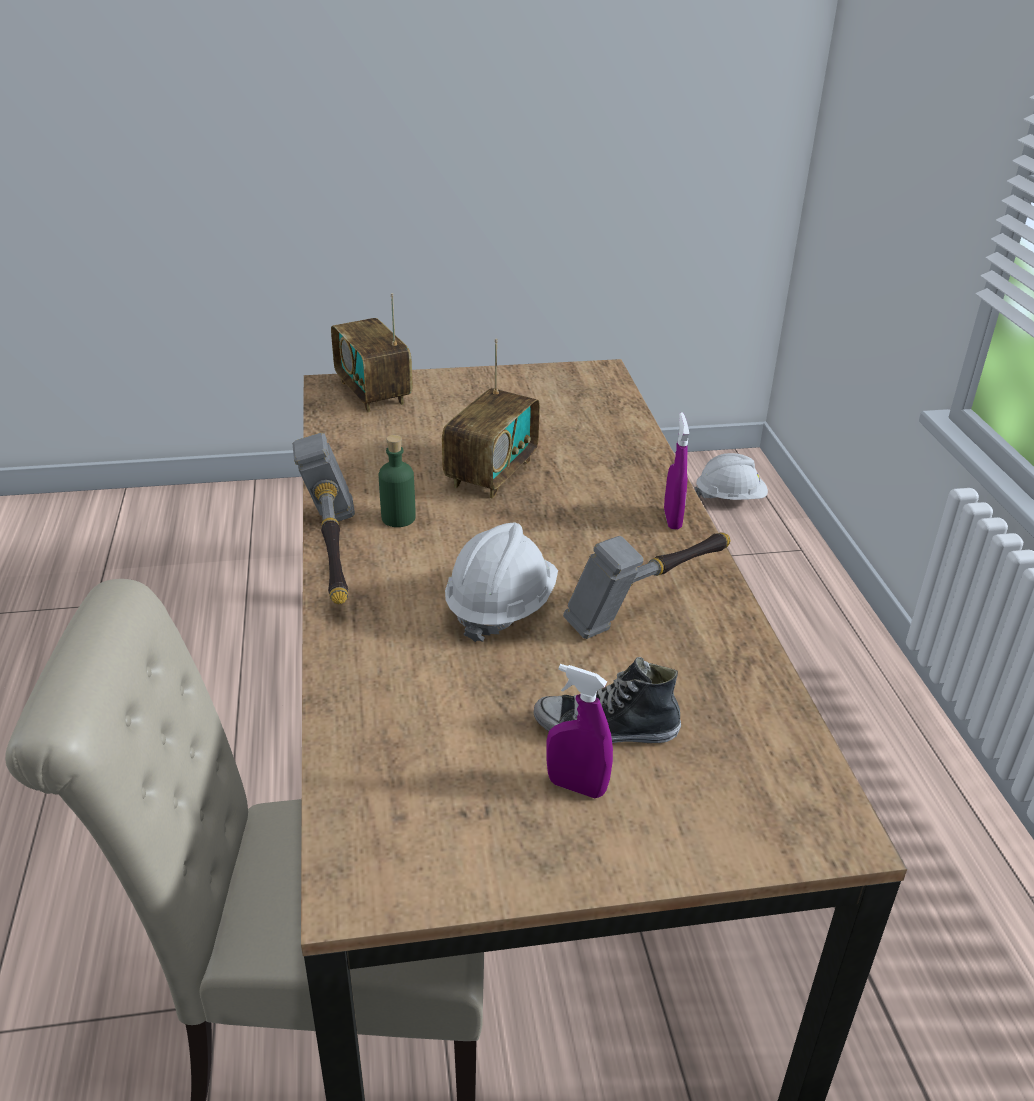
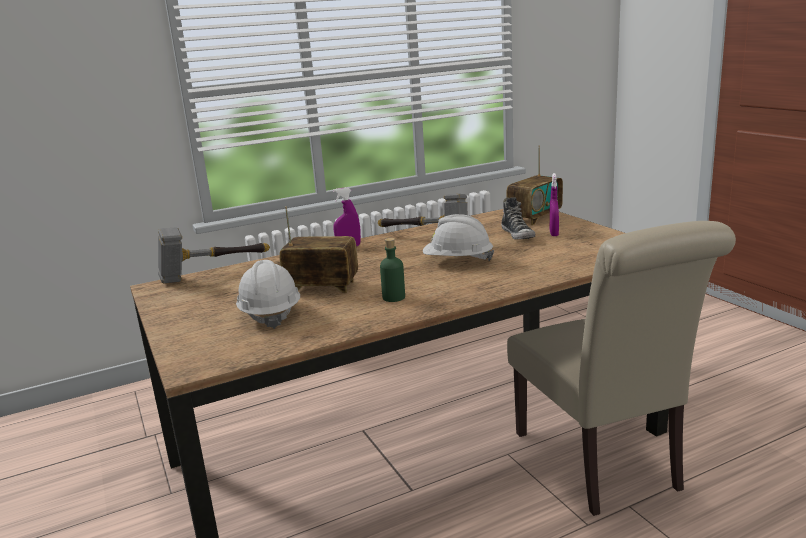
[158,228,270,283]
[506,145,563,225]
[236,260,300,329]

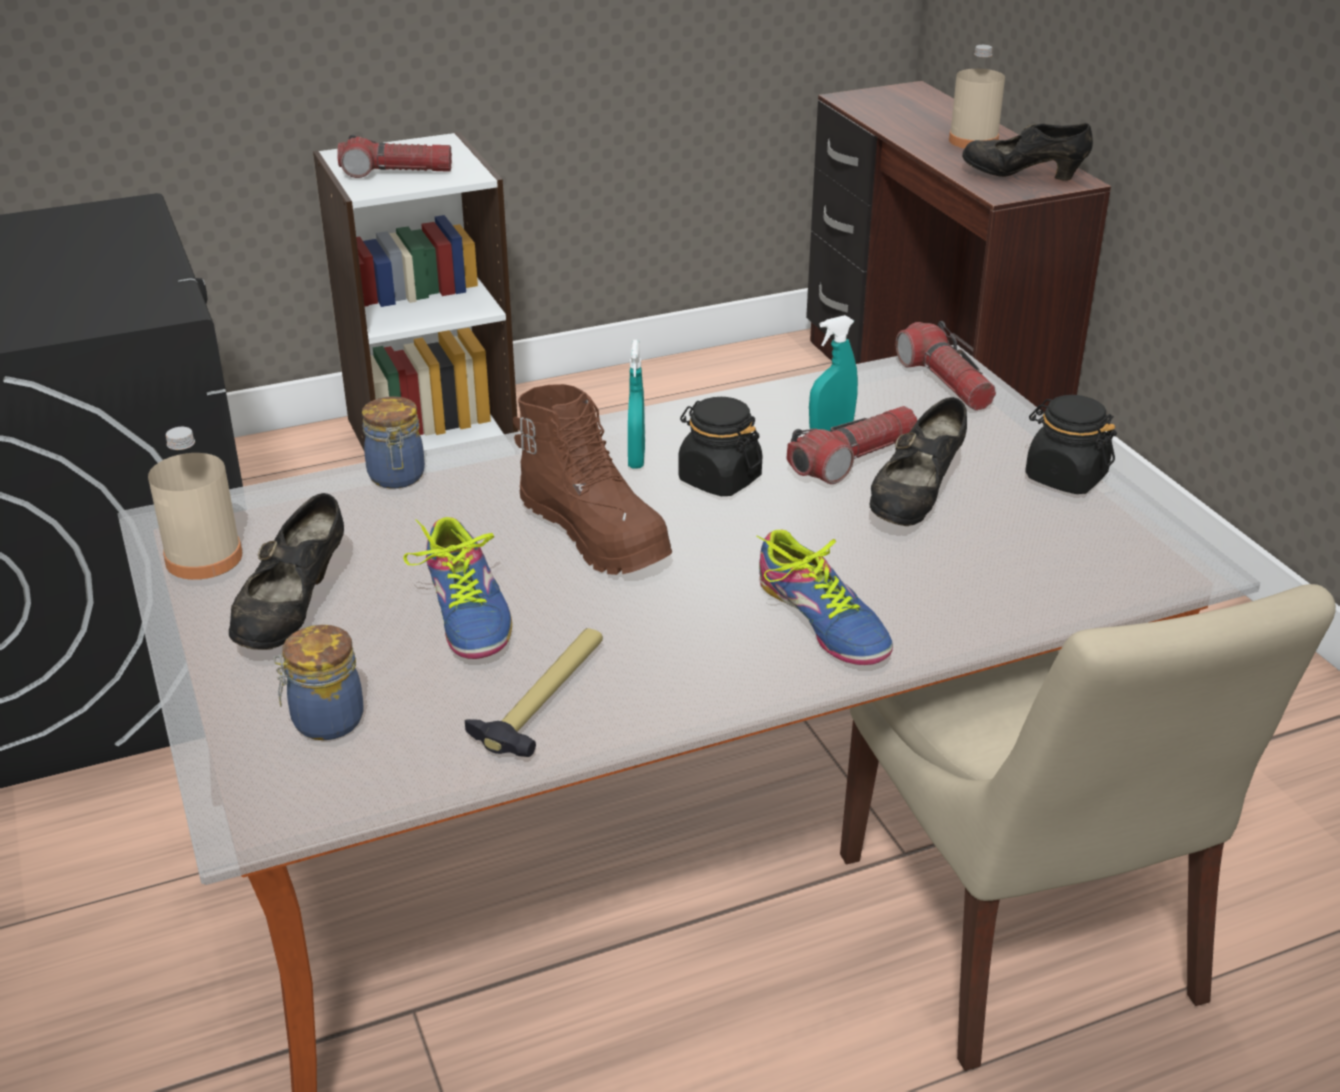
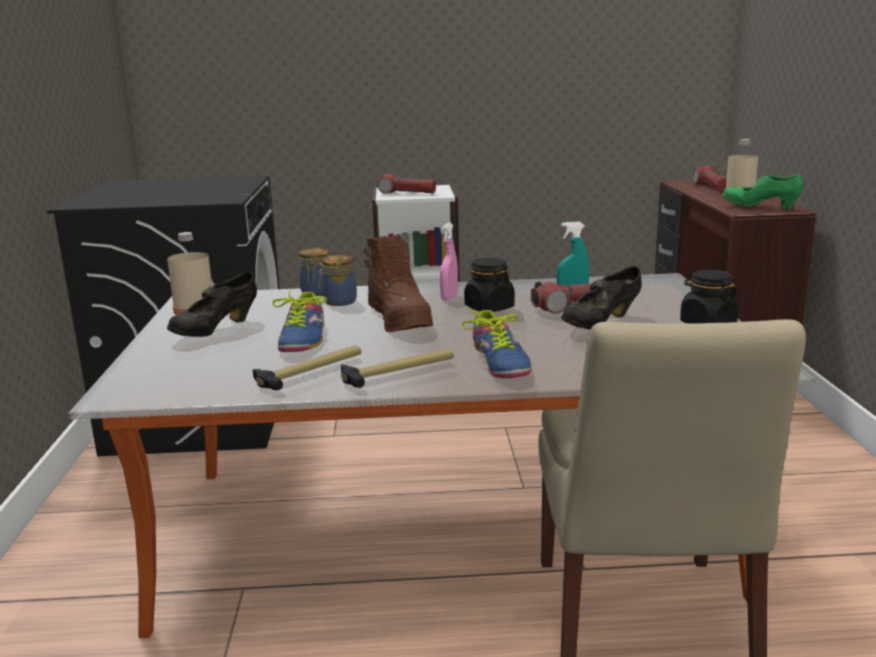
[318,255,357,306]
[440,223,458,300]
[693,166,727,191]
[722,174,803,210]
[341,349,453,388]

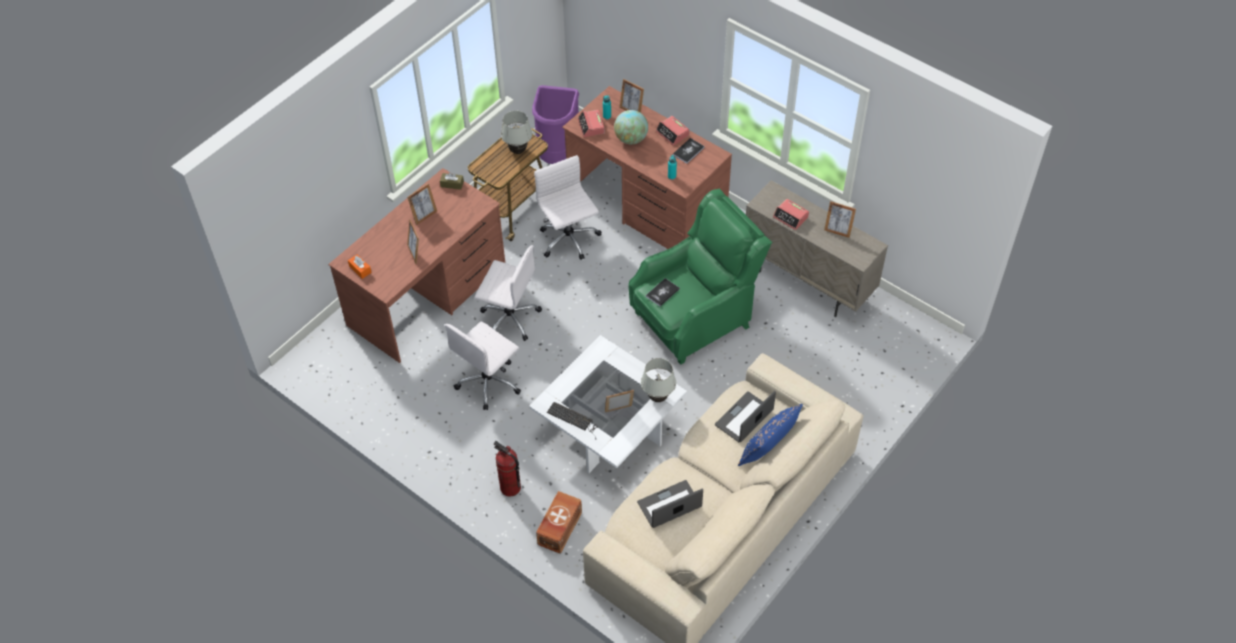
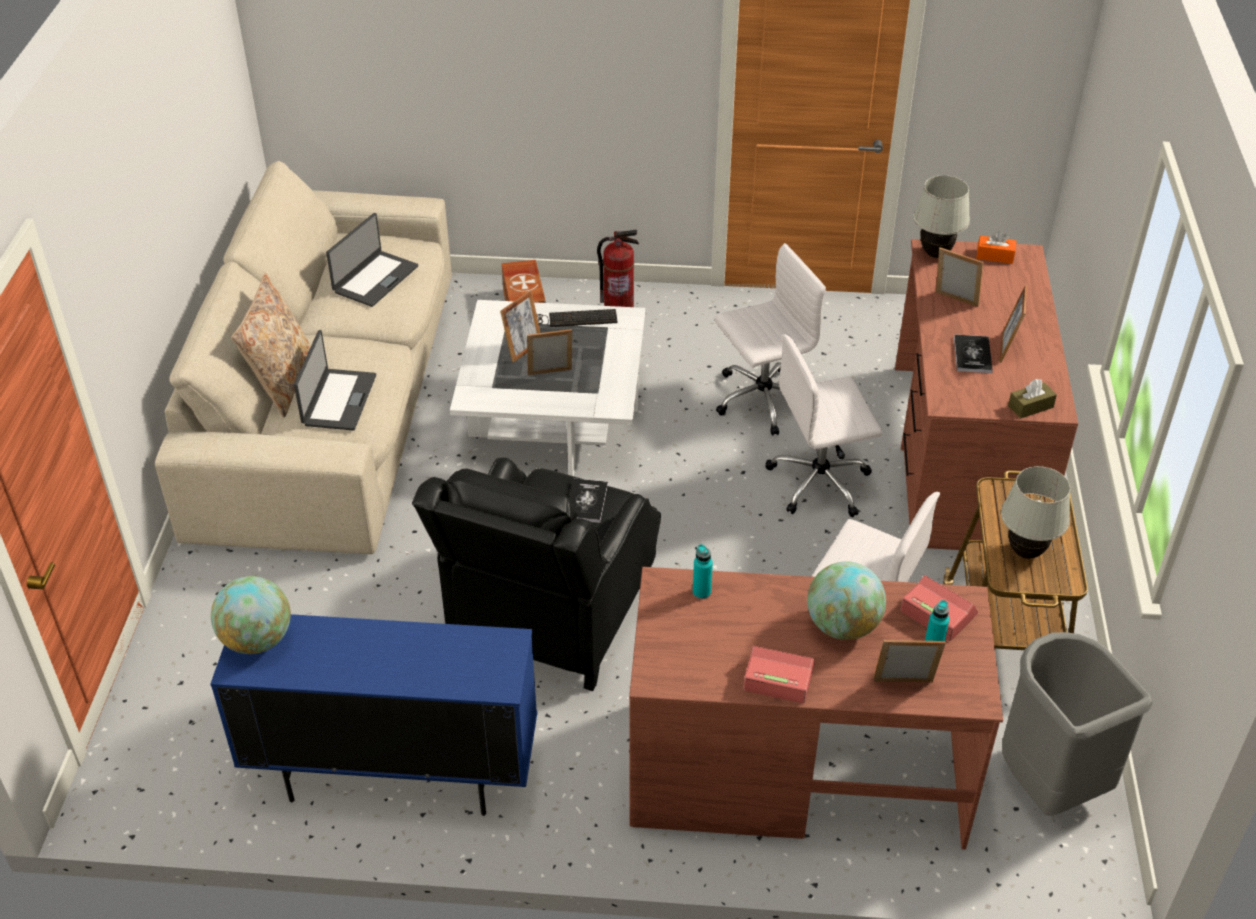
[715,243,826,436]
[1002,632,1152,816]
[412,458,661,691]
[913,175,970,258]
[954,334,993,373]
[231,273,311,417]
[211,614,537,816]
[773,199,809,230] (first image)
[527,329,572,375]
[211,576,291,654]

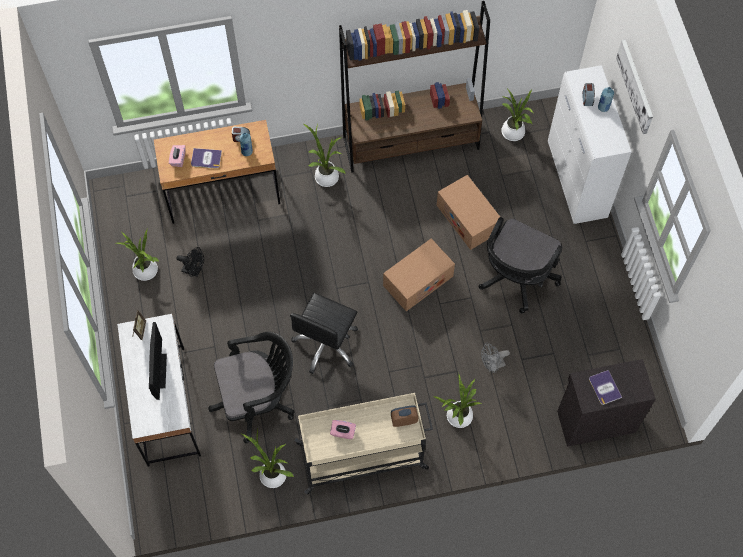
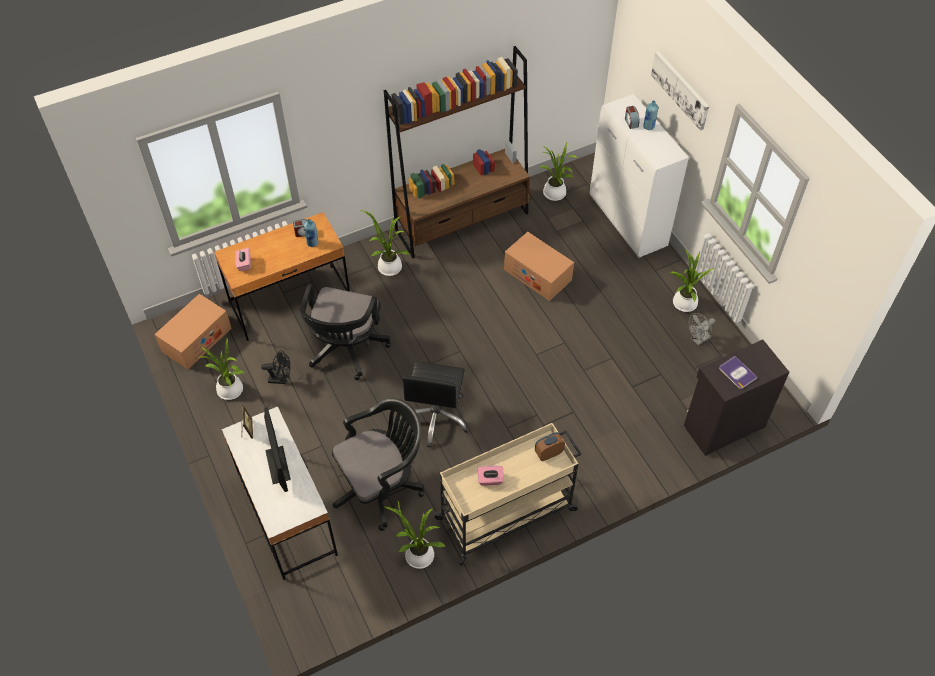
[191,148,222,169] (first image)
[154,294,232,369]
[670,249,715,312]
[299,283,391,380]
[689,313,715,345]

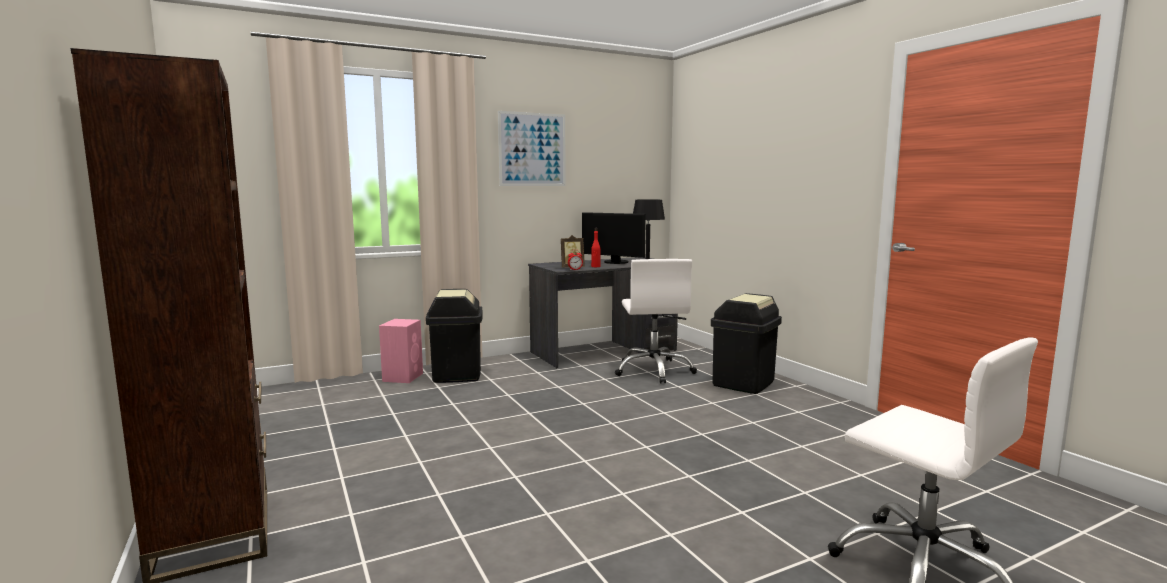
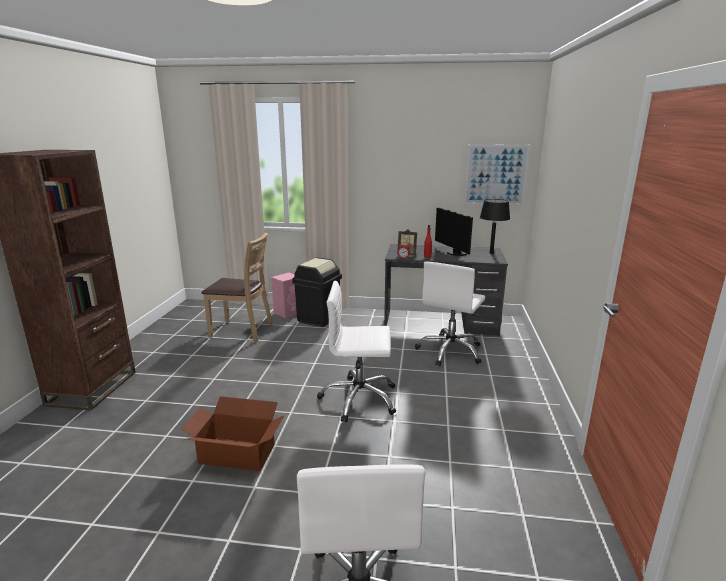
[464,144,530,205]
[711,293,782,394] (first image)
[181,396,285,471]
[202,233,273,342]
[317,281,396,422]

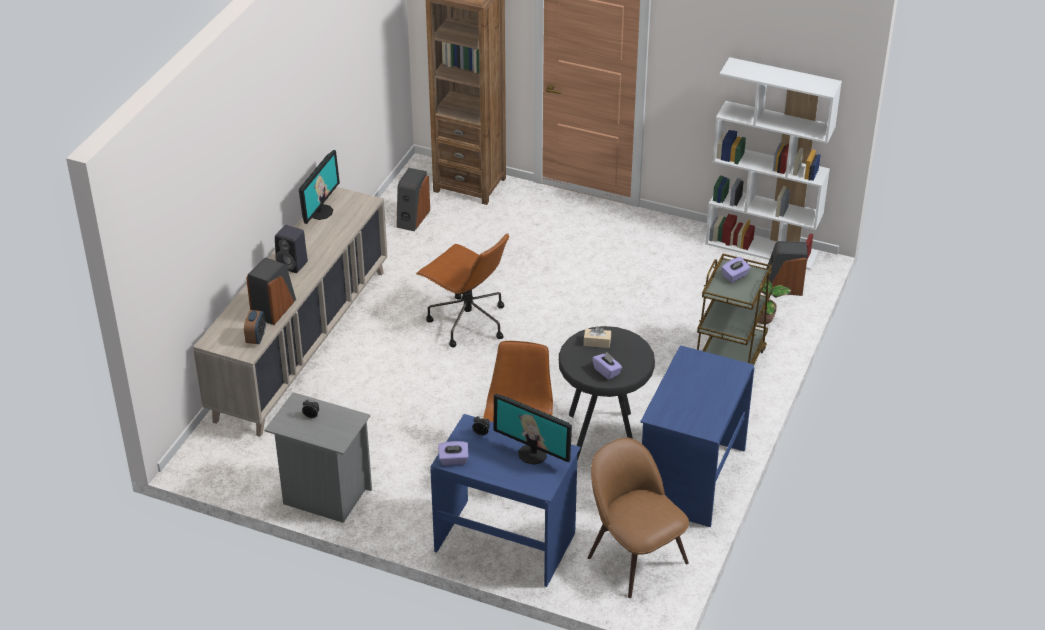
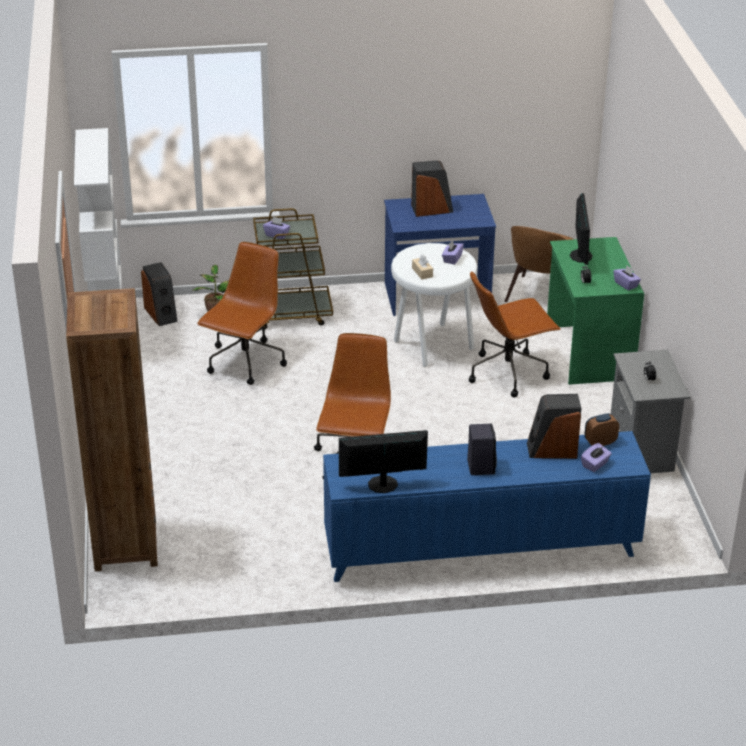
[323,431,651,582]
[411,161,453,217]
[547,237,644,385]
[391,243,478,367]
[197,242,287,385]
[581,443,612,472]

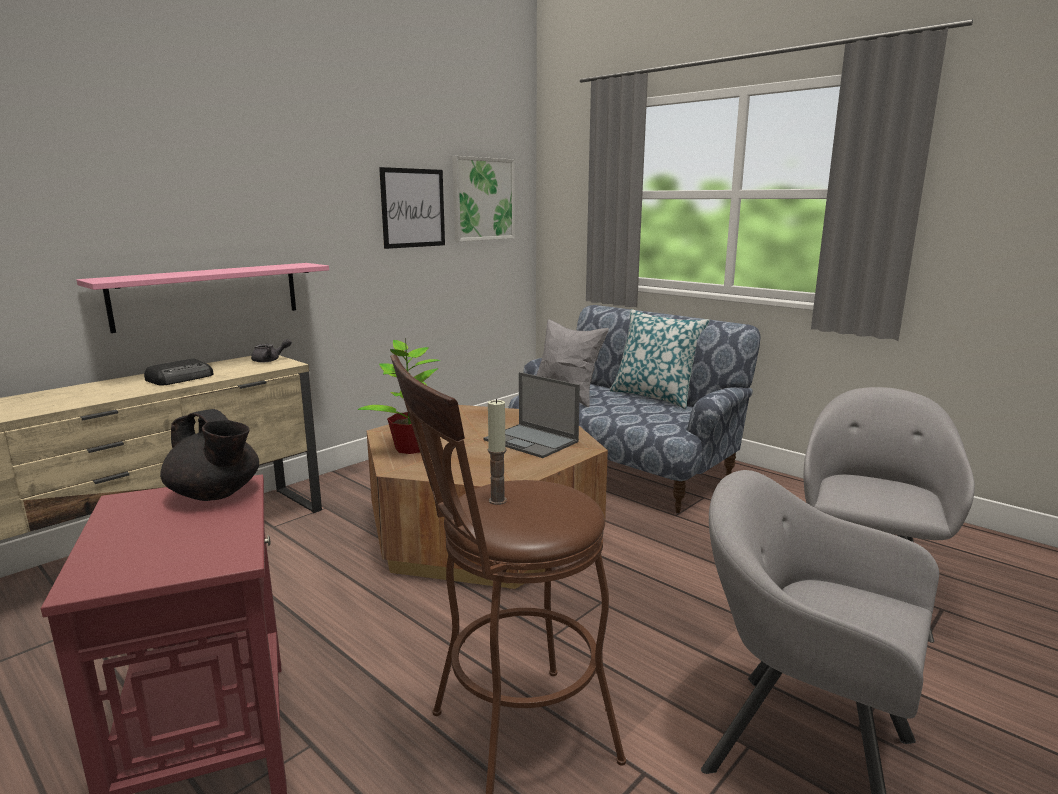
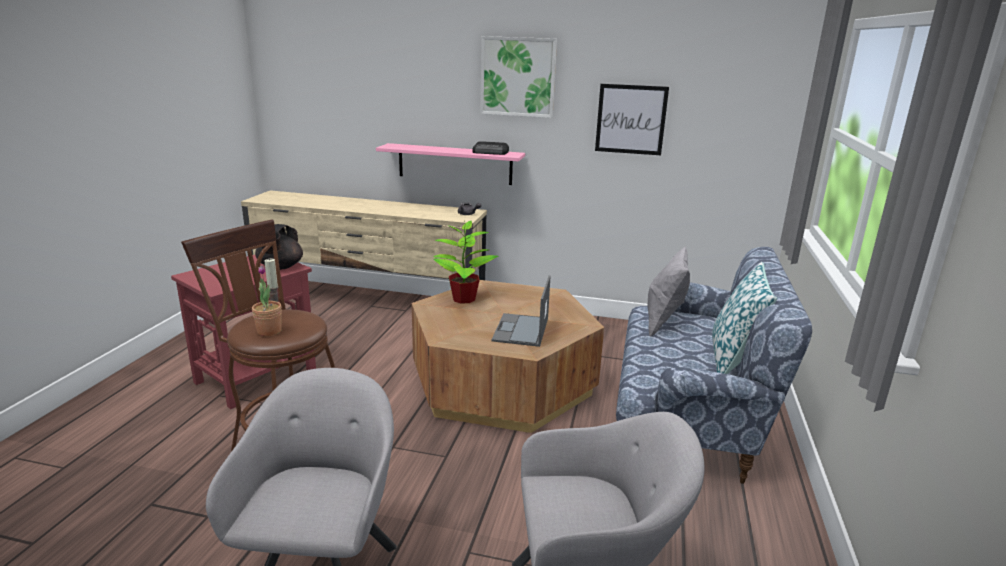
[472,141,509,155]
[480,36,557,118]
[252,265,282,336]

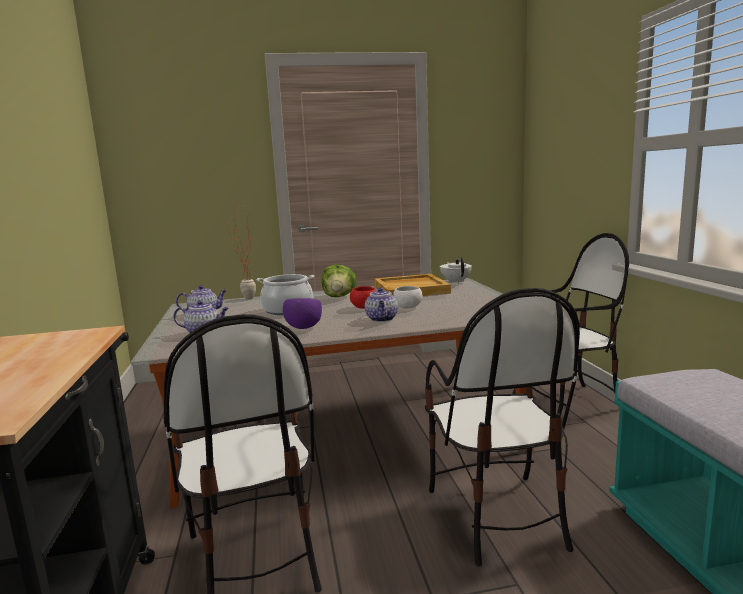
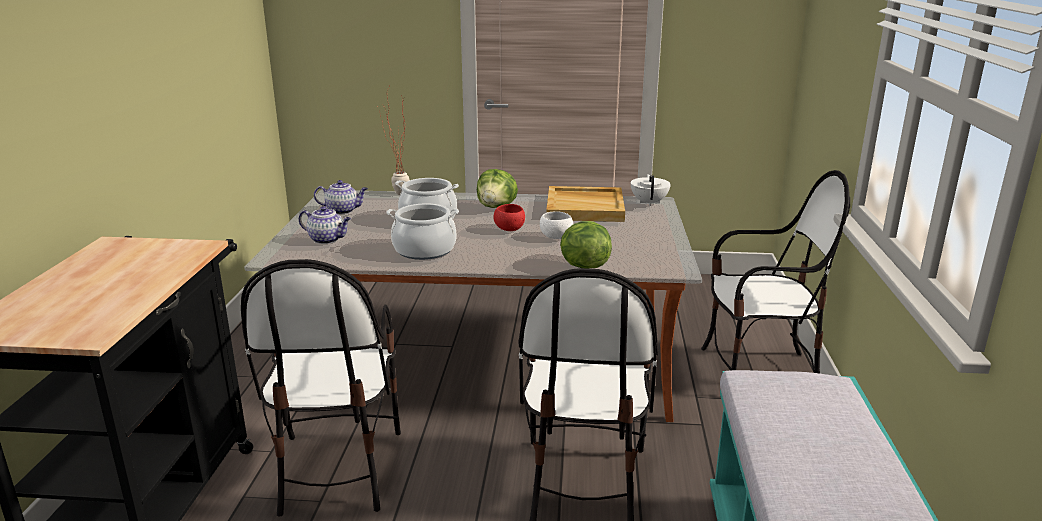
[386,203,459,260]
[365,287,398,322] (first image)
[560,221,612,269]

